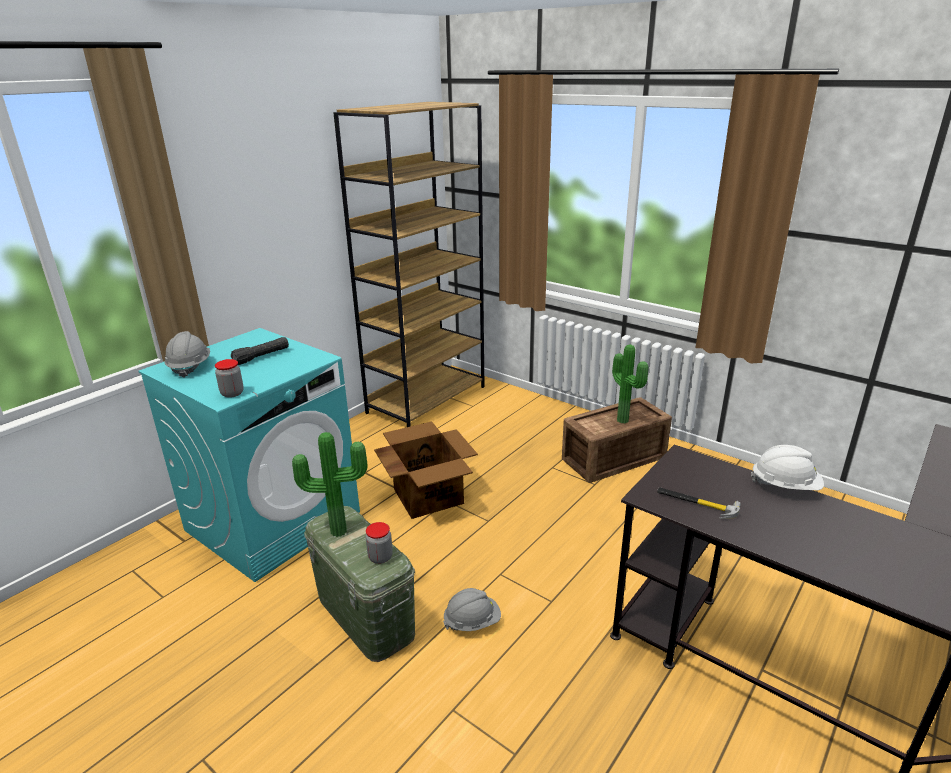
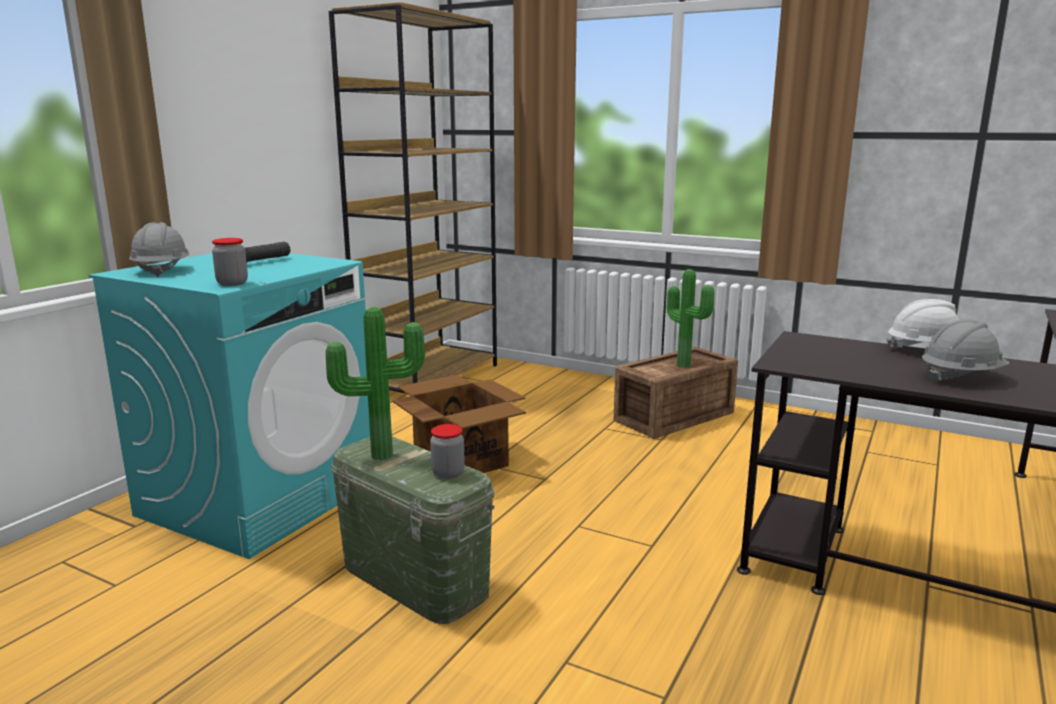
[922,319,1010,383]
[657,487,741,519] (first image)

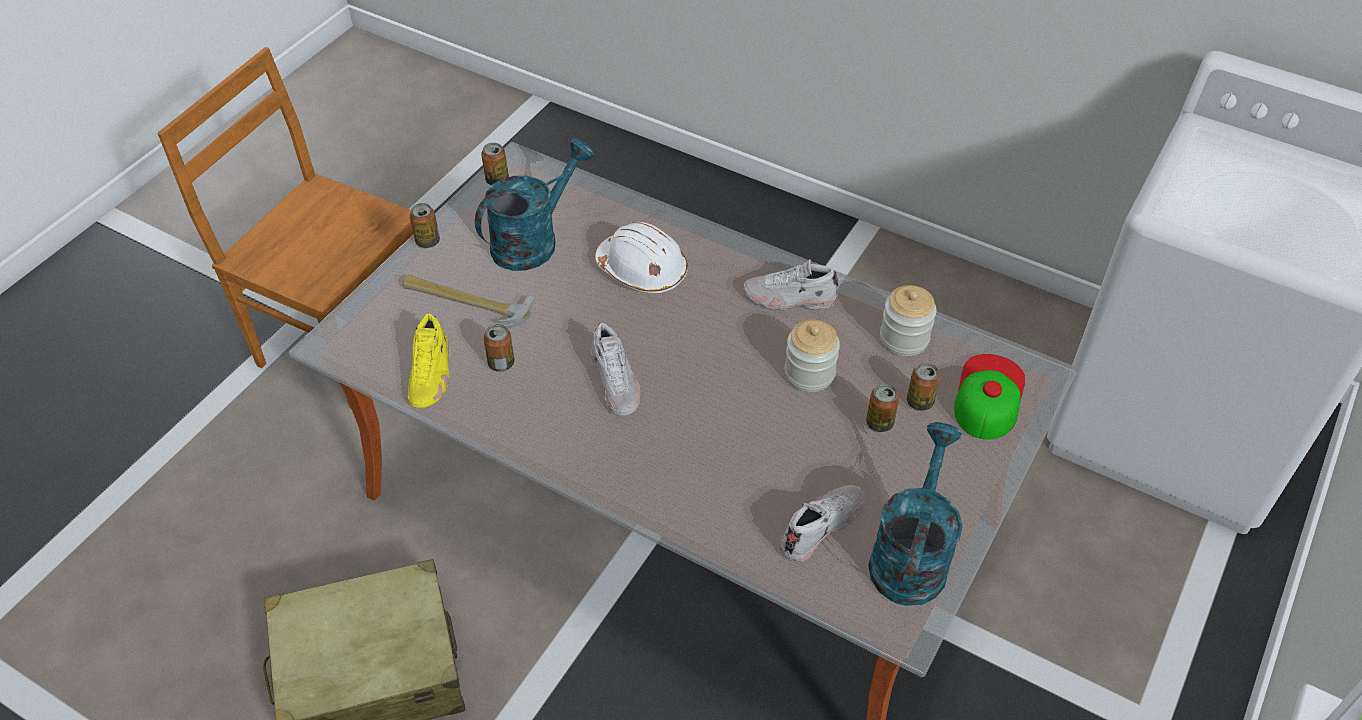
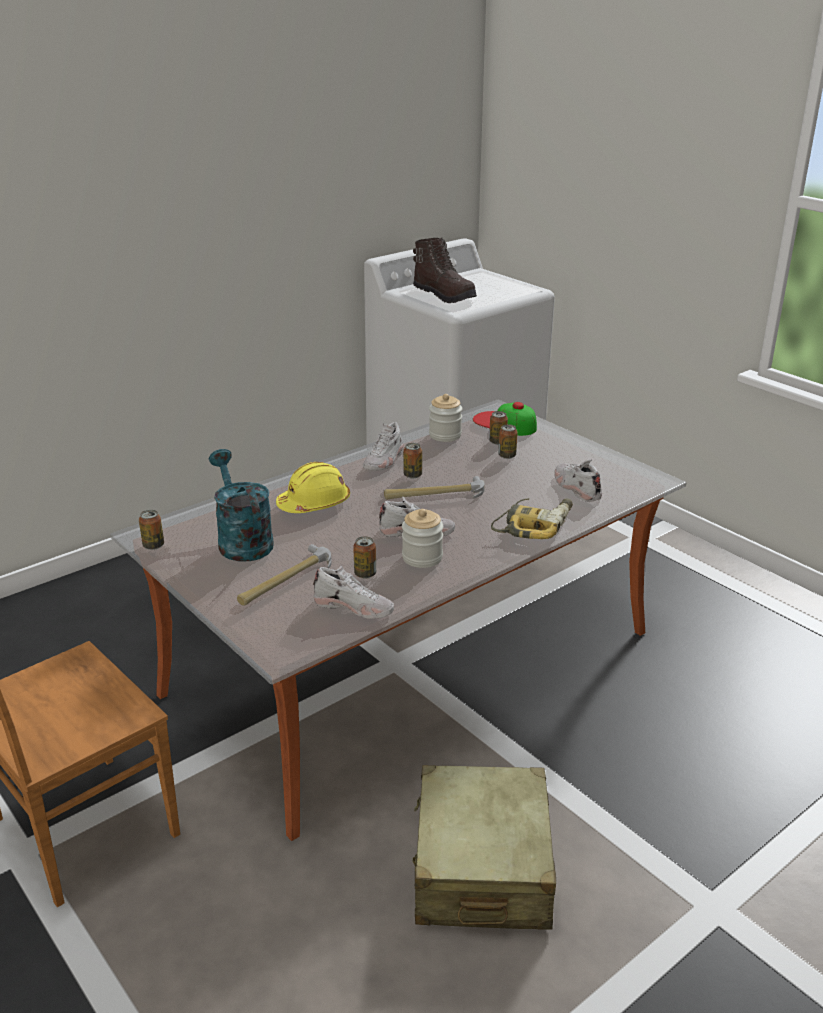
[313,566,394,619]
[403,443,422,478]
[276,462,350,513]
[402,509,443,568]
[868,422,963,606] (first image)
[384,476,485,500]
[413,237,477,303]
[491,498,573,539]

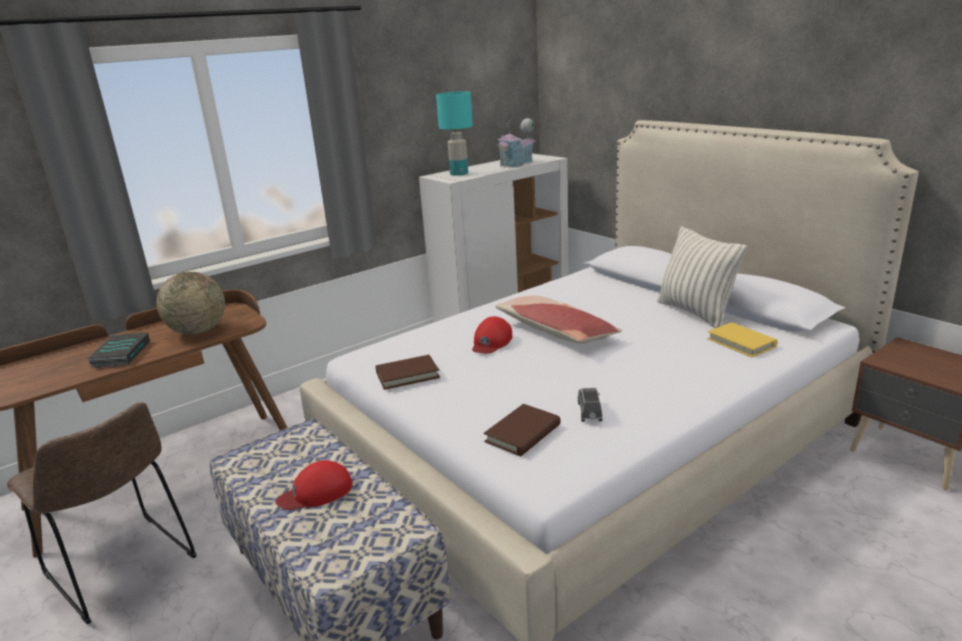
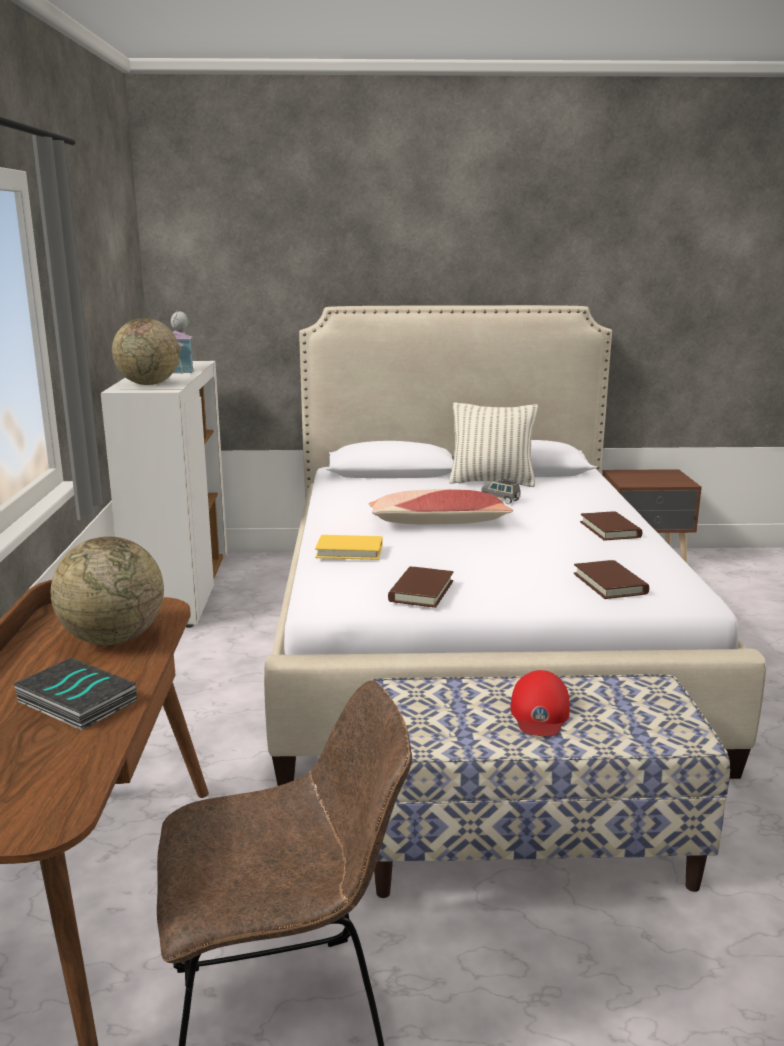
[112,318,180,385]
[472,316,512,353] (first image)
[481,479,520,504]
[315,535,383,560]
[580,511,642,541]

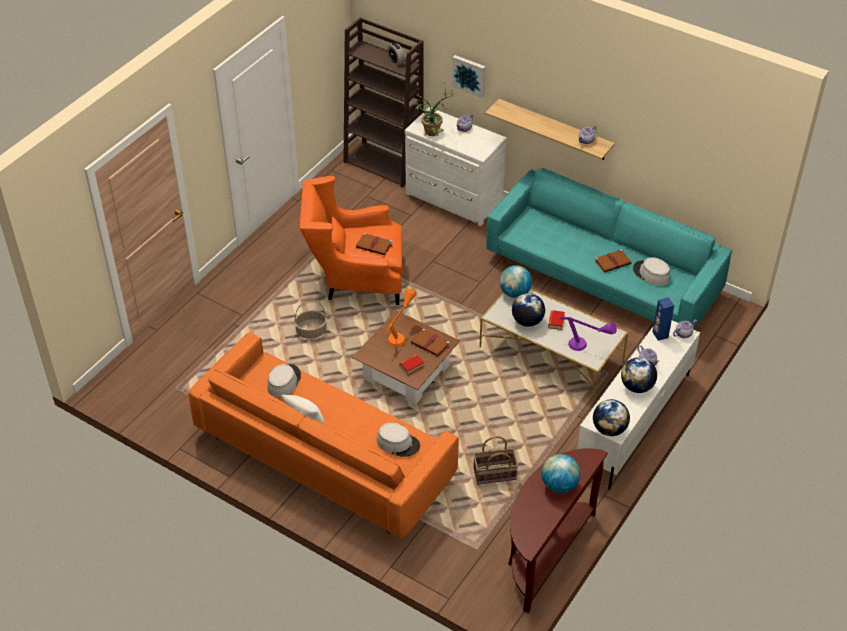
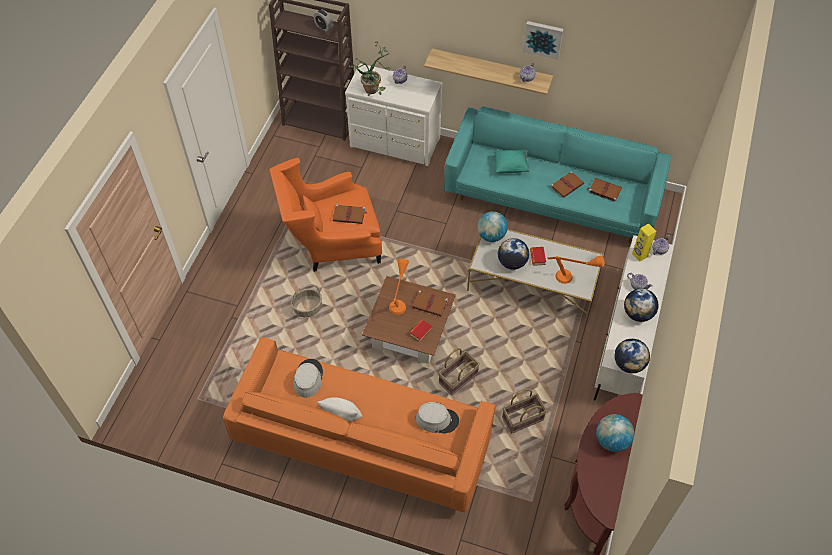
[523,21,564,60]
[547,256,605,284]
[588,178,622,202]
[632,223,656,262]
[438,348,480,395]
[494,149,530,173]

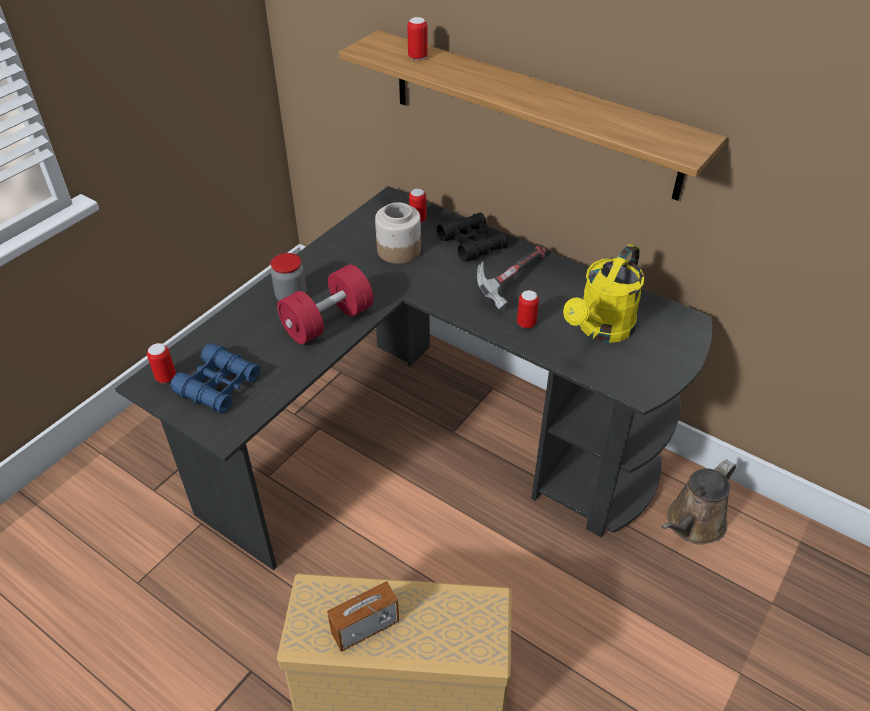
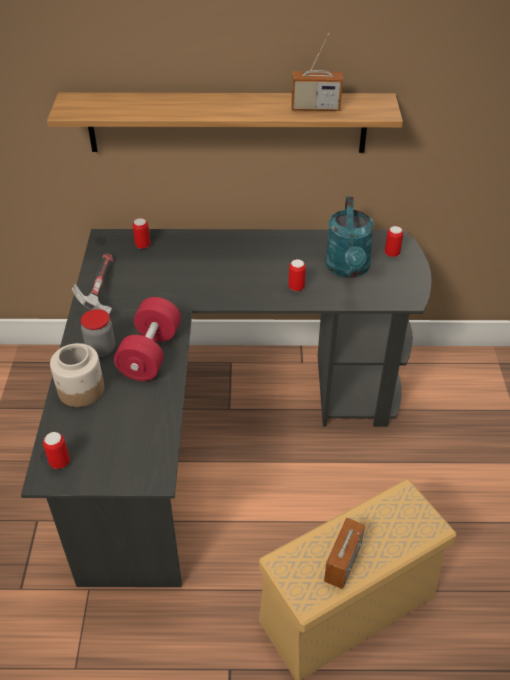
[171,343,260,414] (first image)
[50,343,104,407]
[385,226,403,257]
[437,212,508,262] (first image)
[72,253,114,314]
[325,197,374,278]
[661,460,736,545] (first image)
[291,33,343,111]

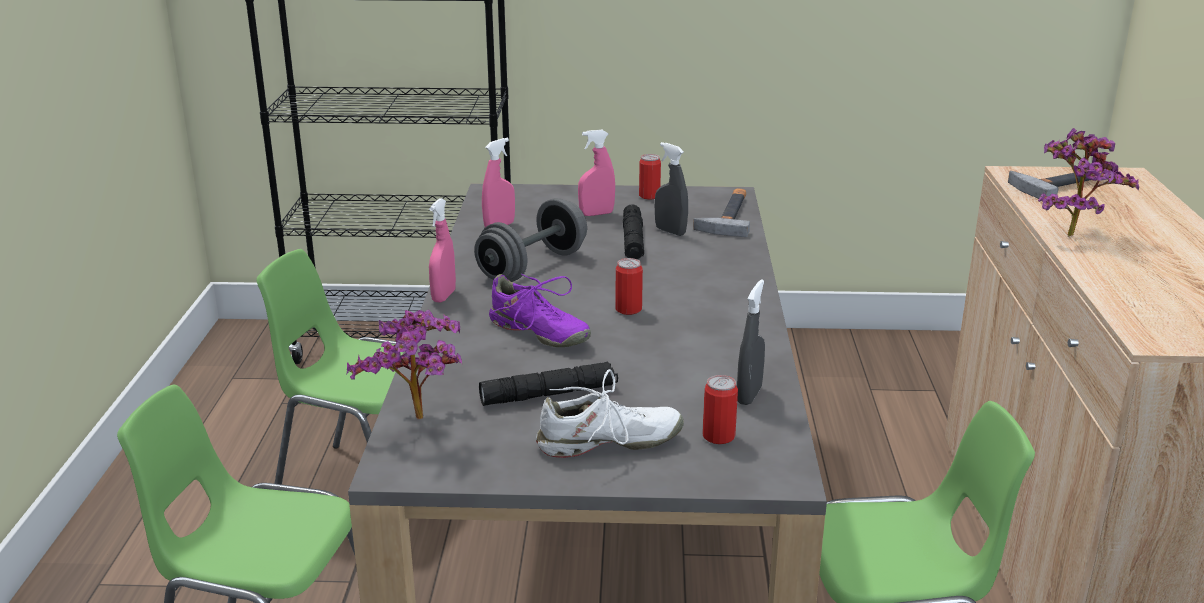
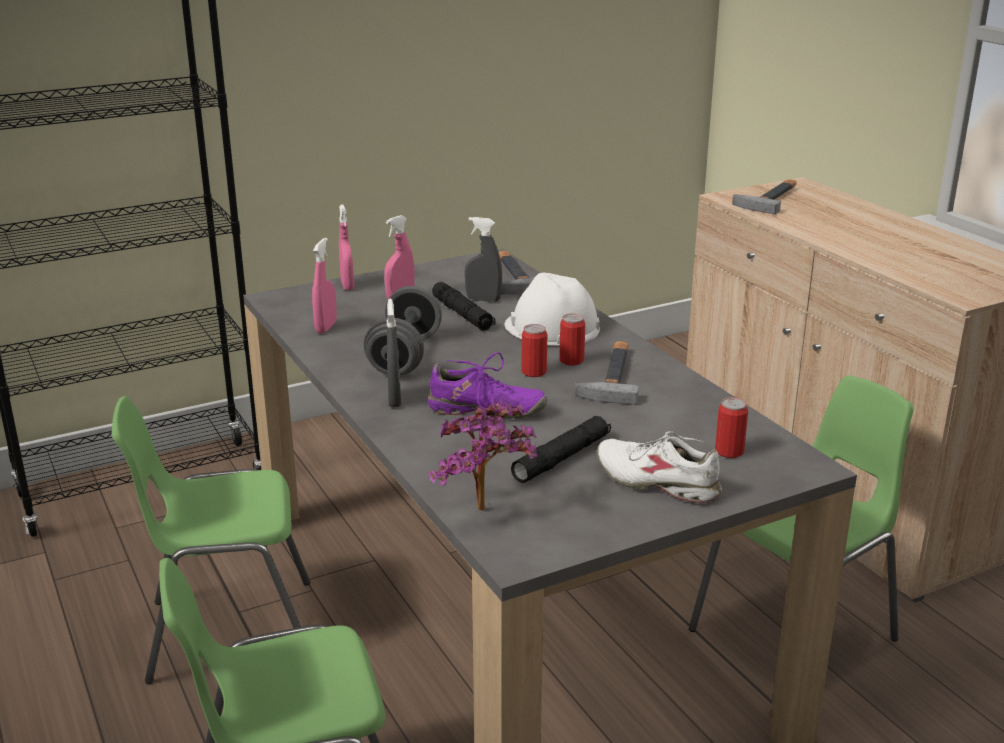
[339,204,354,290]
[597,431,722,503]
[559,313,585,366]
[387,298,401,408]
[1038,128,1139,237] (first image)
[504,273,600,346]
[574,341,639,405]

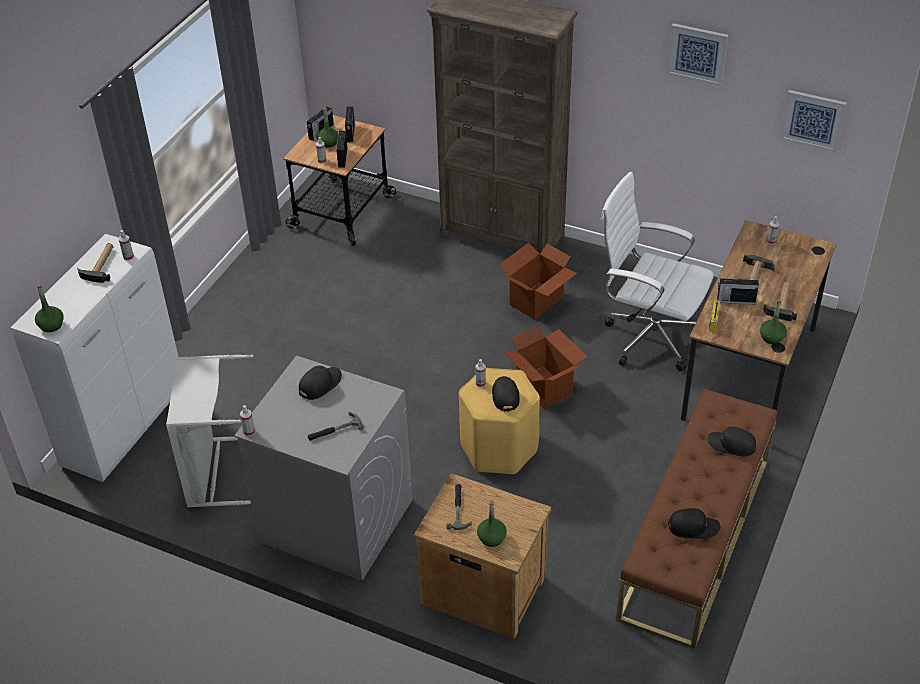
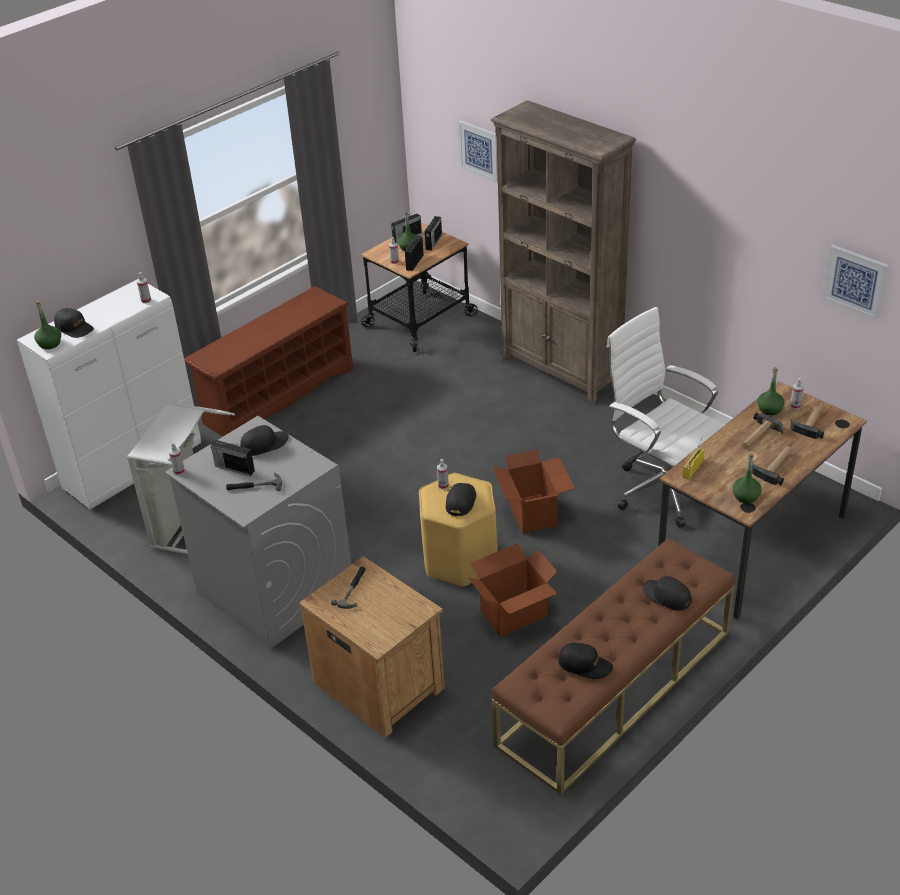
[790,401,824,439]
[757,367,785,415]
[469,543,558,637]
[458,120,498,182]
[211,440,255,476]
[54,308,94,338]
[184,286,353,437]

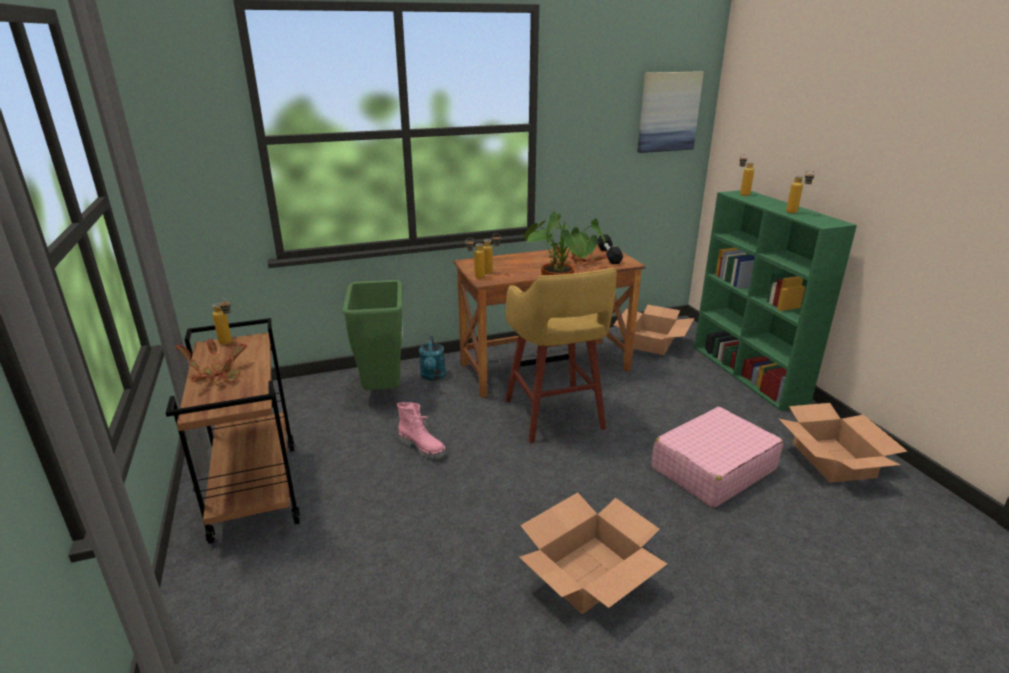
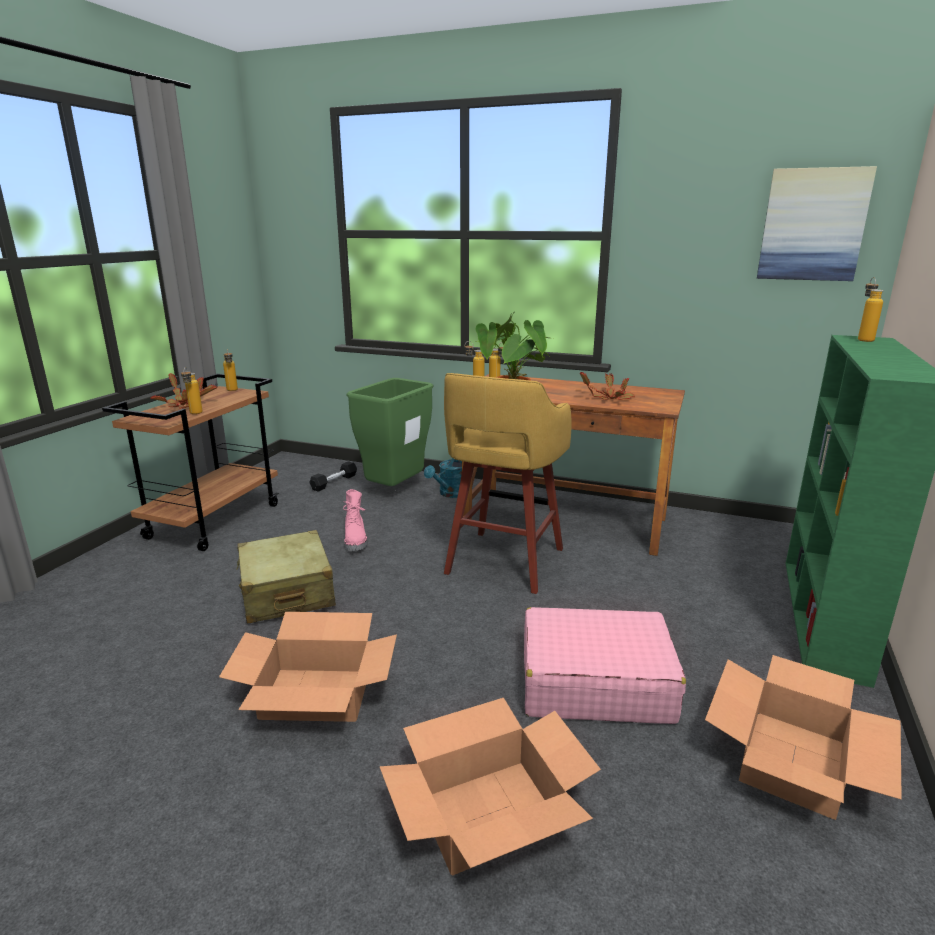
[309,461,357,492]
[379,698,601,876]
[181,367,203,414]
[236,530,336,624]

